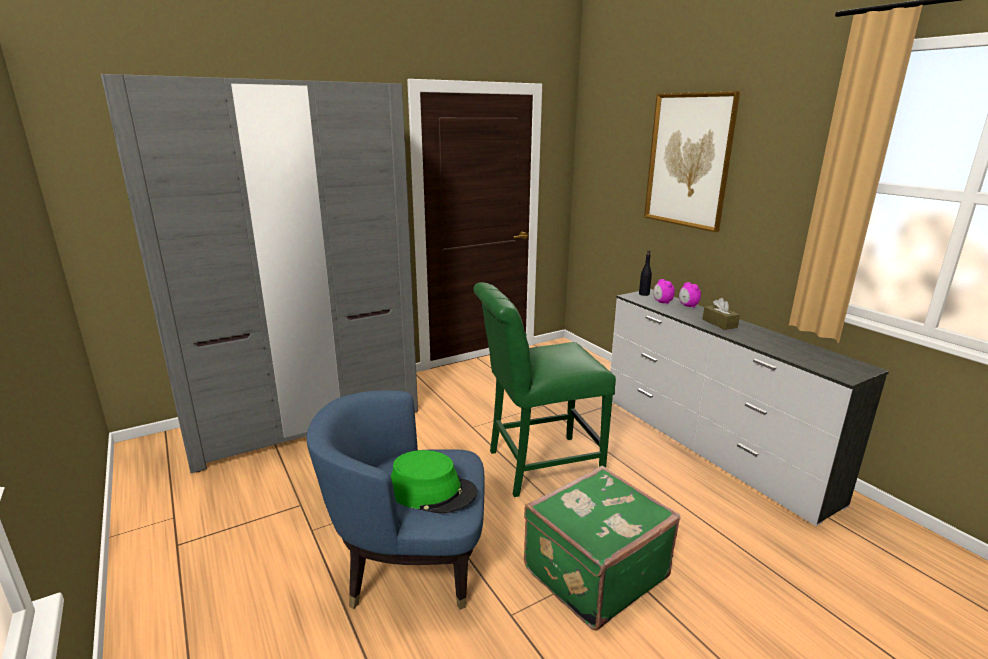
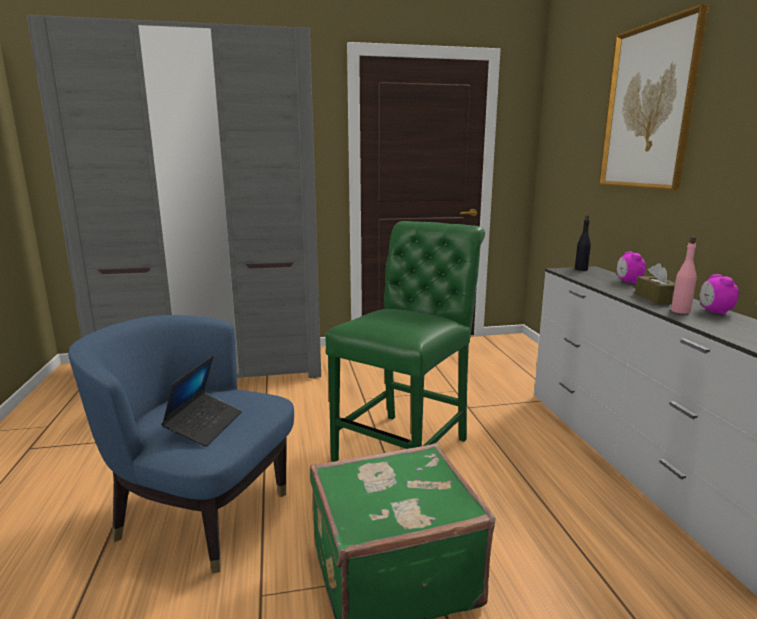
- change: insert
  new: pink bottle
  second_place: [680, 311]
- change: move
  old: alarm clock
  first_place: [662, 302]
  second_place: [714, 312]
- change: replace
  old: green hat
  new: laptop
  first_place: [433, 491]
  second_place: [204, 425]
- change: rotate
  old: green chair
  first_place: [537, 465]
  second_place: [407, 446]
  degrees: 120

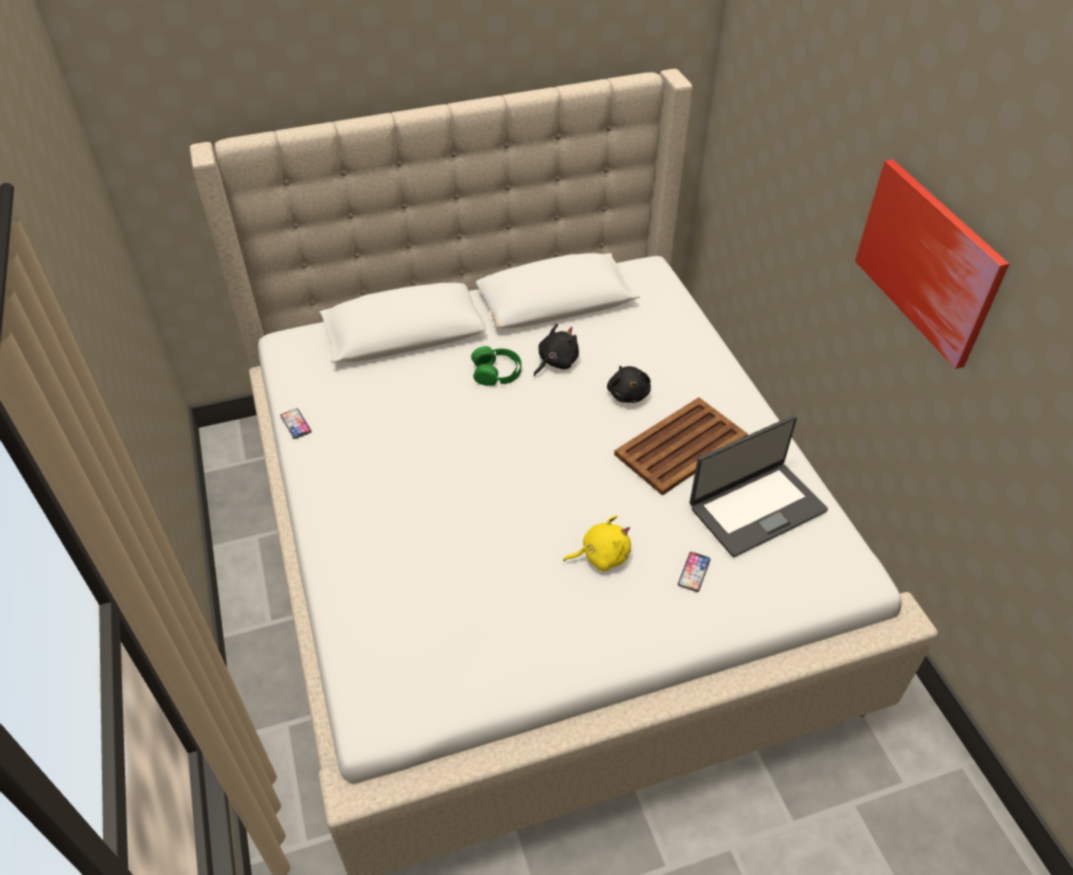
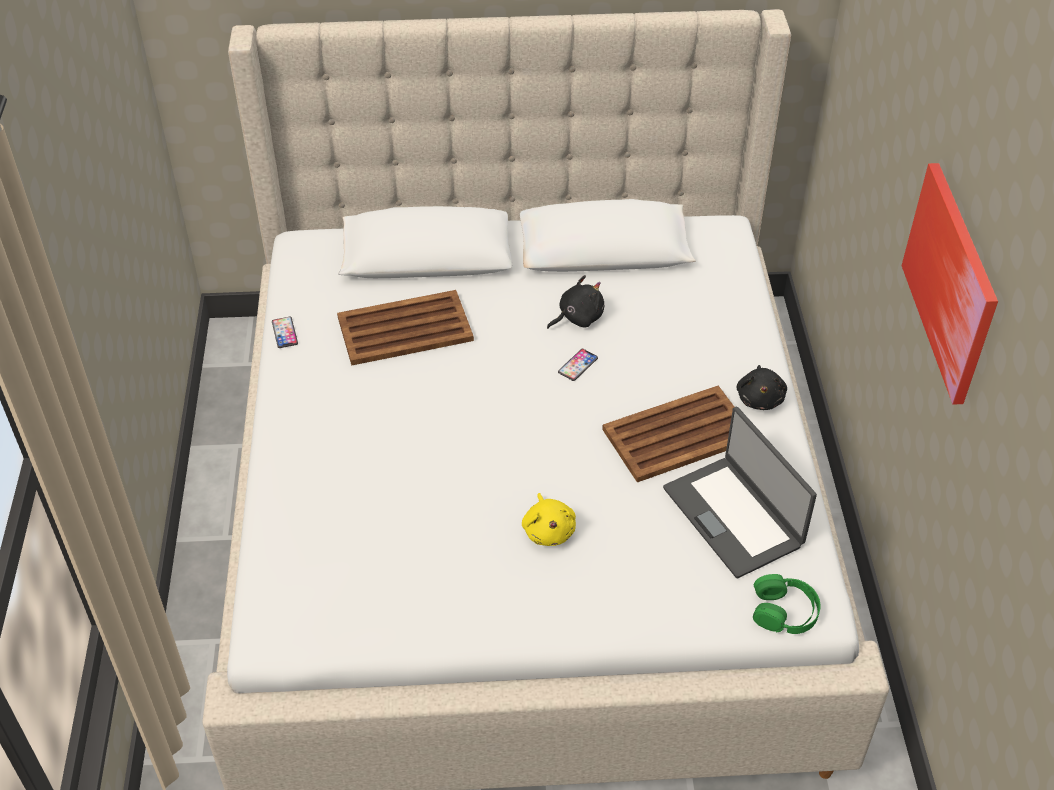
- change: insert
  new: brown tray
  second_place: [403, 329]
- change: move
  old: green headphones
  first_place: [497, 372]
  second_place: [784, 611]
- change: move
  old: black plush toy
  first_place: [628, 393]
  second_place: [760, 398]
- change: move
  old: phone
  first_place: [694, 572]
  second_place: [578, 365]
- change: rotate
  old: yellow plush toy
  first_place: [601, 555]
  second_place: [548, 530]
  degrees: 75
- change: rotate
  old: laptop
  first_place: [756, 508]
  second_place: [734, 516]
  degrees: 75

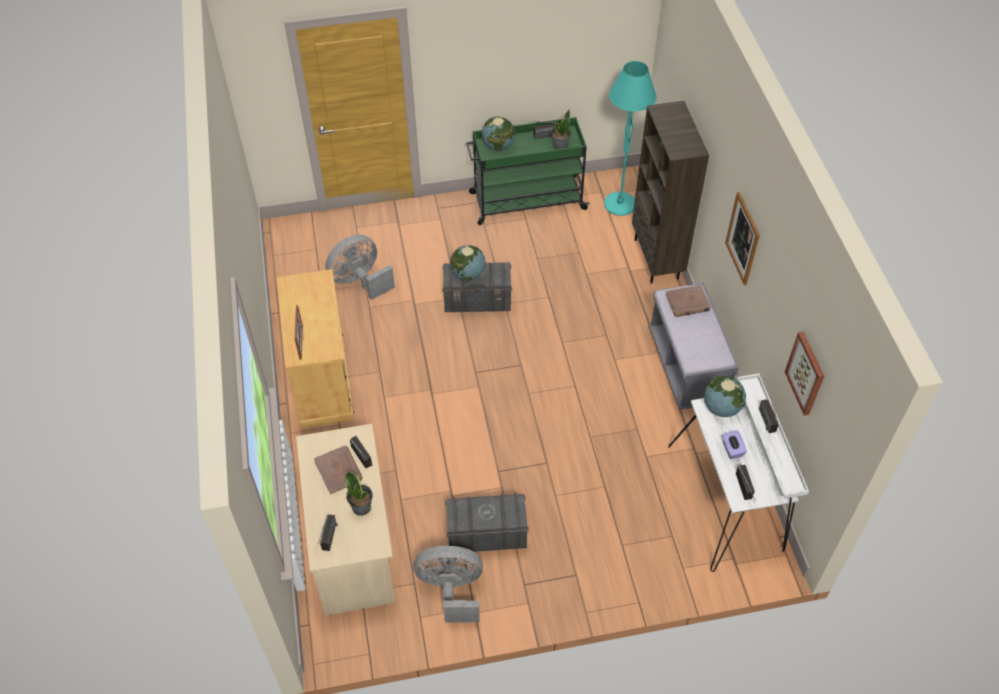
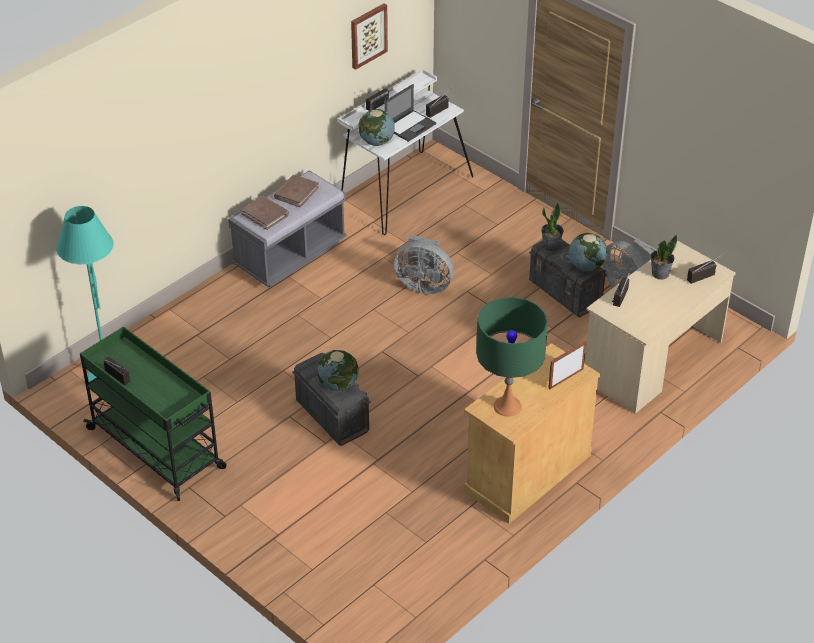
- change: delete
  old: brown bookcase
  first_place: [657, 259]
- change: delete
  old: picture
  first_place: [743, 238]
- change: insert
  new: green table lamp
  second_place: [507, 406]
- change: move
  old: brown book
  first_place: [339, 471]
  second_place: [296, 192]
- change: move
  old: grey fan
  first_place: [360, 281]
  second_place: [424, 285]
- change: move
  old: globe
  first_place: [498, 146]
  second_place: [586, 266]
- change: move
  old: potted plant
  first_place: [560, 146]
  second_place: [551, 246]
- change: replace
  old: purple tissue box
  new: laptop
  first_place: [732, 449]
  second_place: [410, 126]

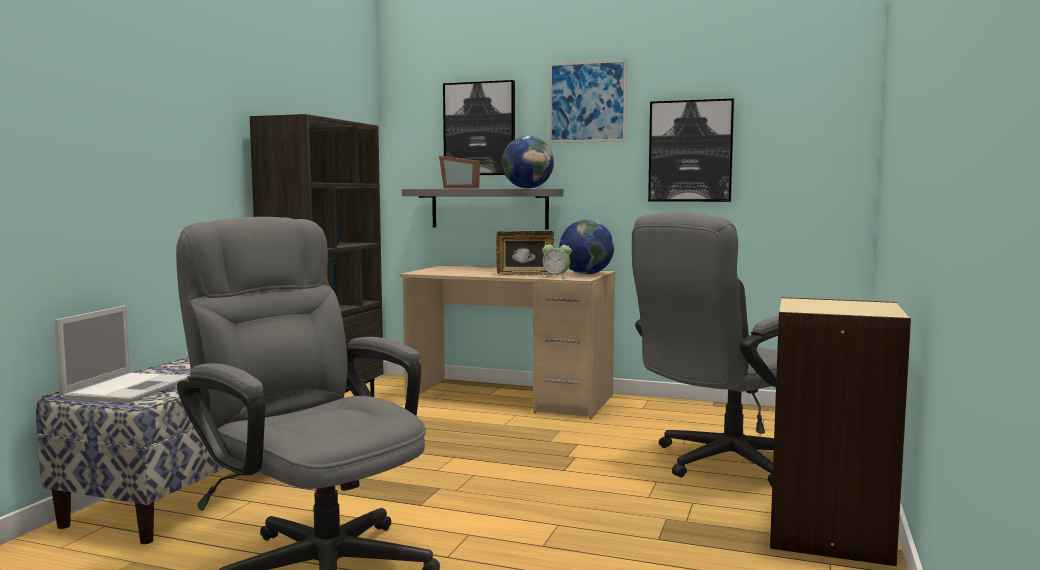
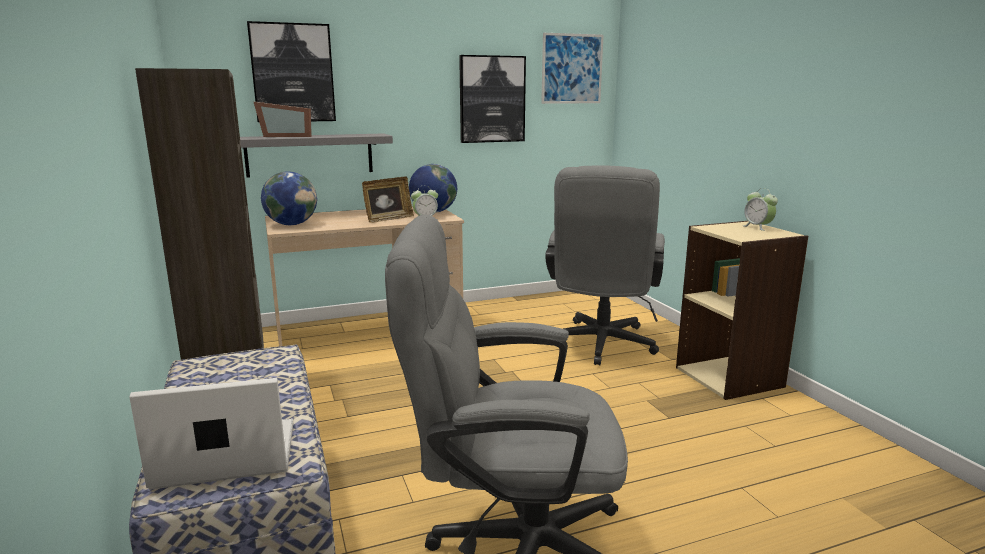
- change: insert
  new: alarm clock
  second_place: [758, 227]
- change: move
  old: globe
  first_place: [527, 188]
  second_place: [291, 224]
- change: move
  old: picture
  first_place: [587, 102]
  second_place: [572, 69]
- change: rotate
  old: laptop
  first_place: [129, 388]
  second_place: [224, 456]
  degrees: -75

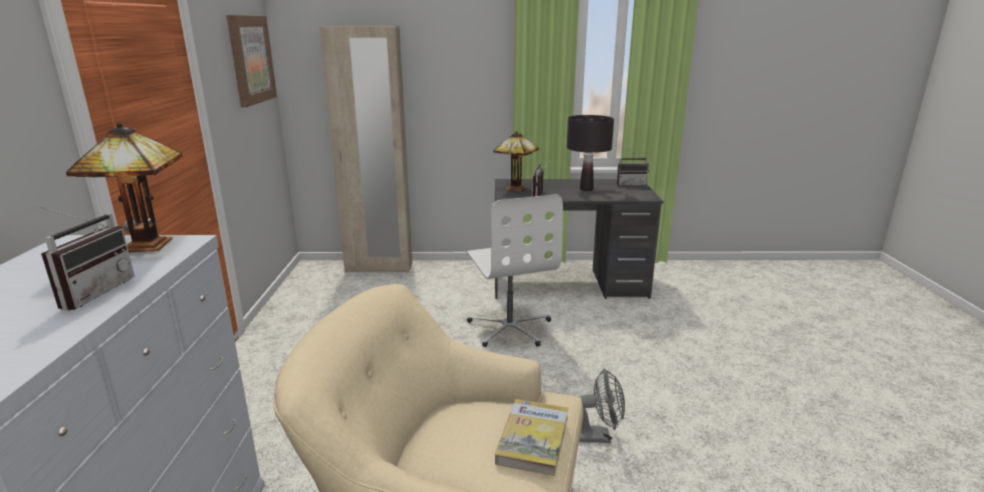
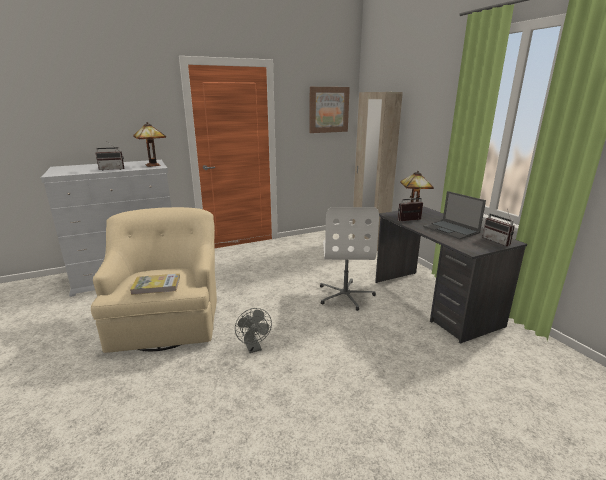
- change: replace
  old: black table lamp
  new: laptop
  first_place: [586, 189]
  second_place: [451, 230]
- change: rotate
  old: white office chair
  first_place: [510, 327]
  second_place: [345, 295]
  degrees: -45

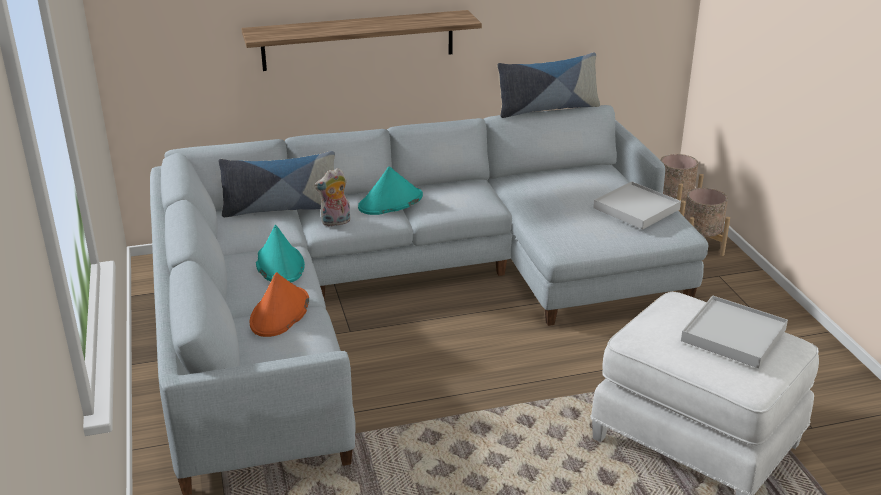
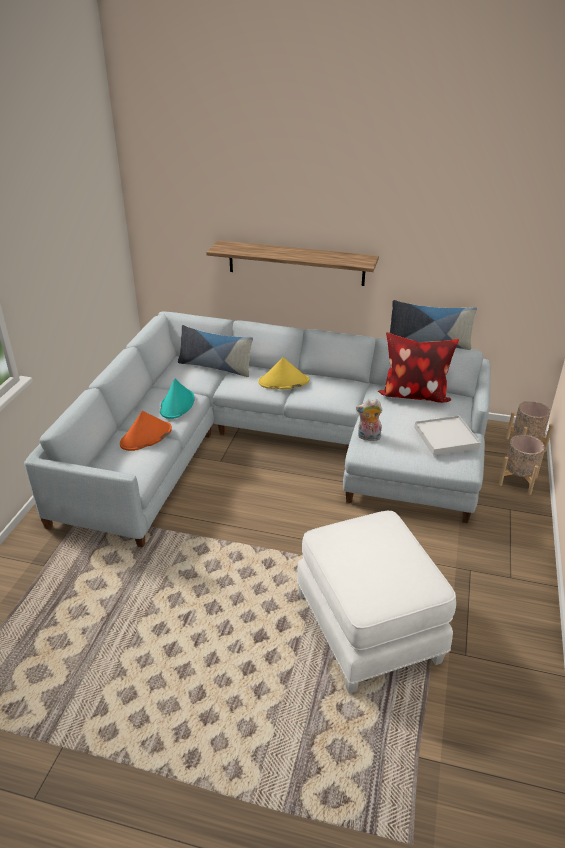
- change: delete
  old: white tray
  first_place: [733, 335]
- change: insert
  new: pillow
  second_place: [414, 395]
- change: move
  old: plush toy
  first_place: [335, 222]
  second_place: [368, 437]
- change: recolor
  old: turquoise hat
  new: yellow hat
  first_place: [390, 202]
  second_place: [283, 382]

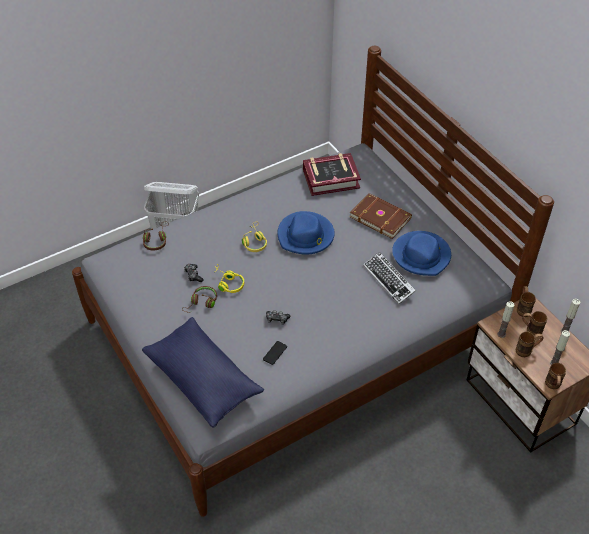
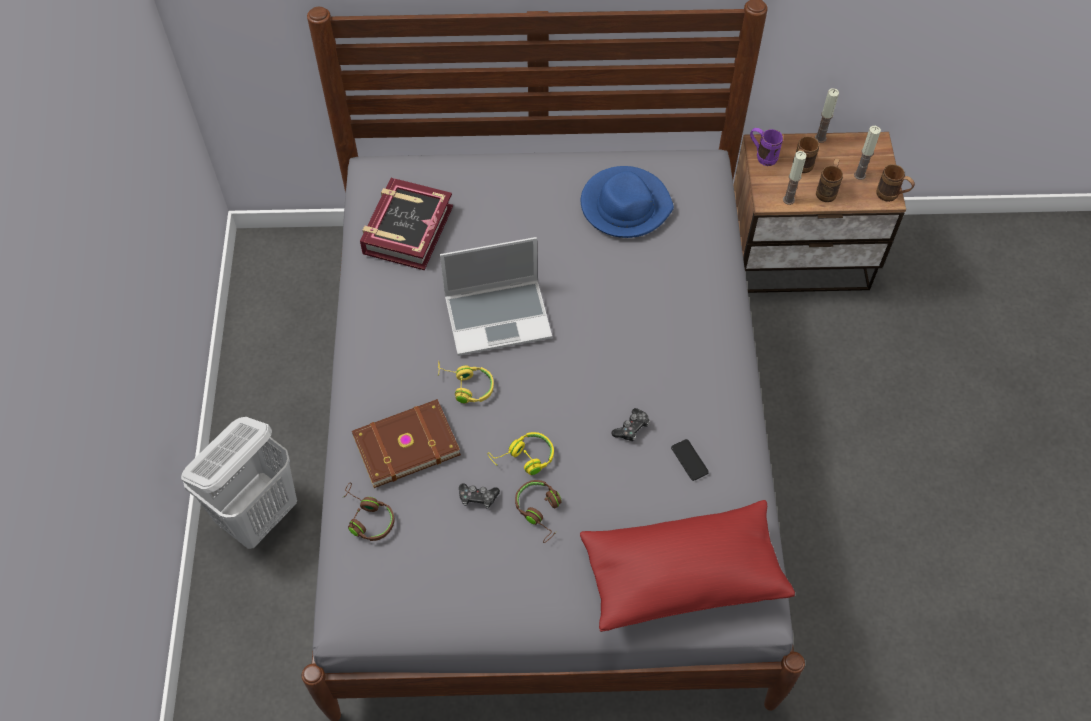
- change: delete
  old: keyboard
  first_place: [389, 280]
- change: move
  old: brown book
  first_place: [380, 217]
  second_place: [405, 443]
- change: replace
  old: blue hat
  new: laptop
  first_place: [305, 236]
  second_place: [499, 316]
- change: recolor
  old: blue pillow
  new: red pillow
  first_place: [203, 380]
  second_place: [682, 575]
- change: recolor
  old: brown mug
  new: purple mug
  first_place: [523, 308]
  second_place: [762, 156]

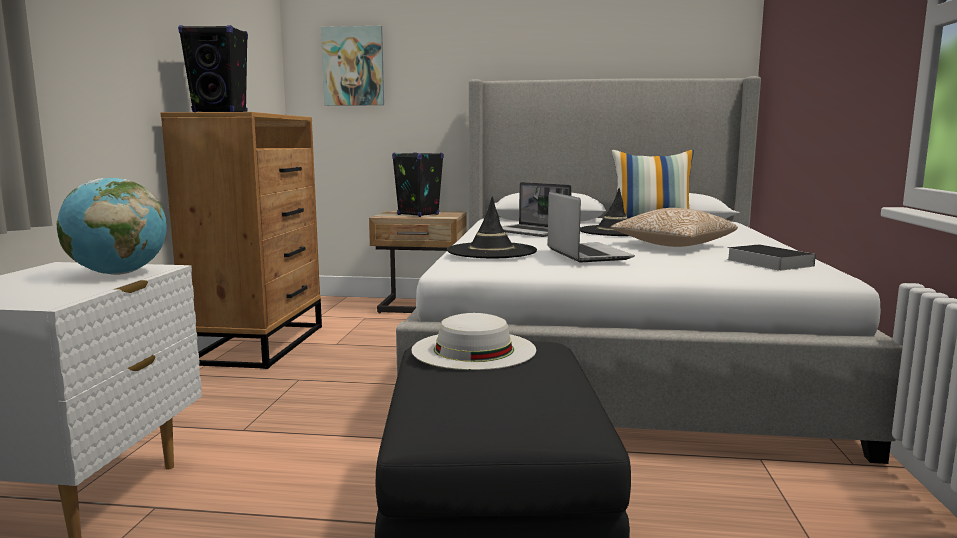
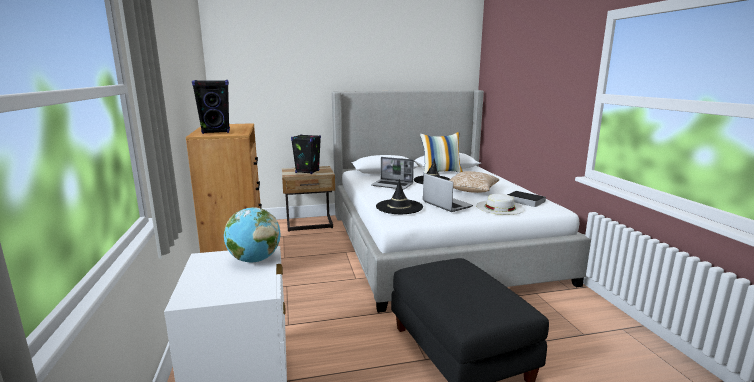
- change: delete
  old: picture
  first_place: [353, 66]
- change: move
  old: white hat
  first_place: [473, 349]
  second_place: [499, 207]

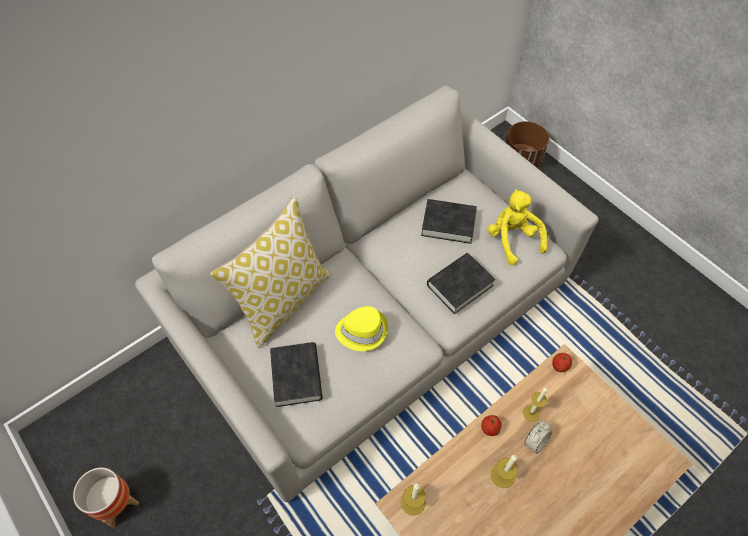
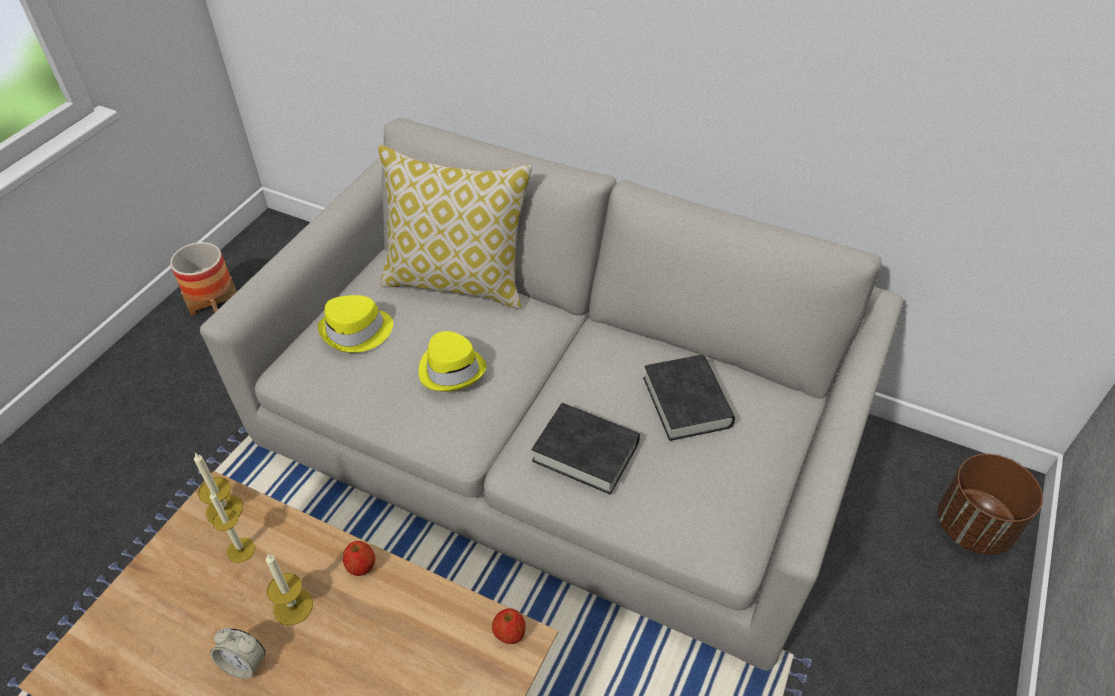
- change: delete
  old: yellow plush toy
  first_place: [512, 239]
- change: move
  old: candle
  first_place: [531, 412]
  second_place: [241, 550]
- change: move
  old: alarm clock
  first_place: [535, 442]
  second_place: [244, 663]
- change: replace
  old: black book
  new: yellow hat
  first_place: [296, 376]
  second_place: [357, 332]

